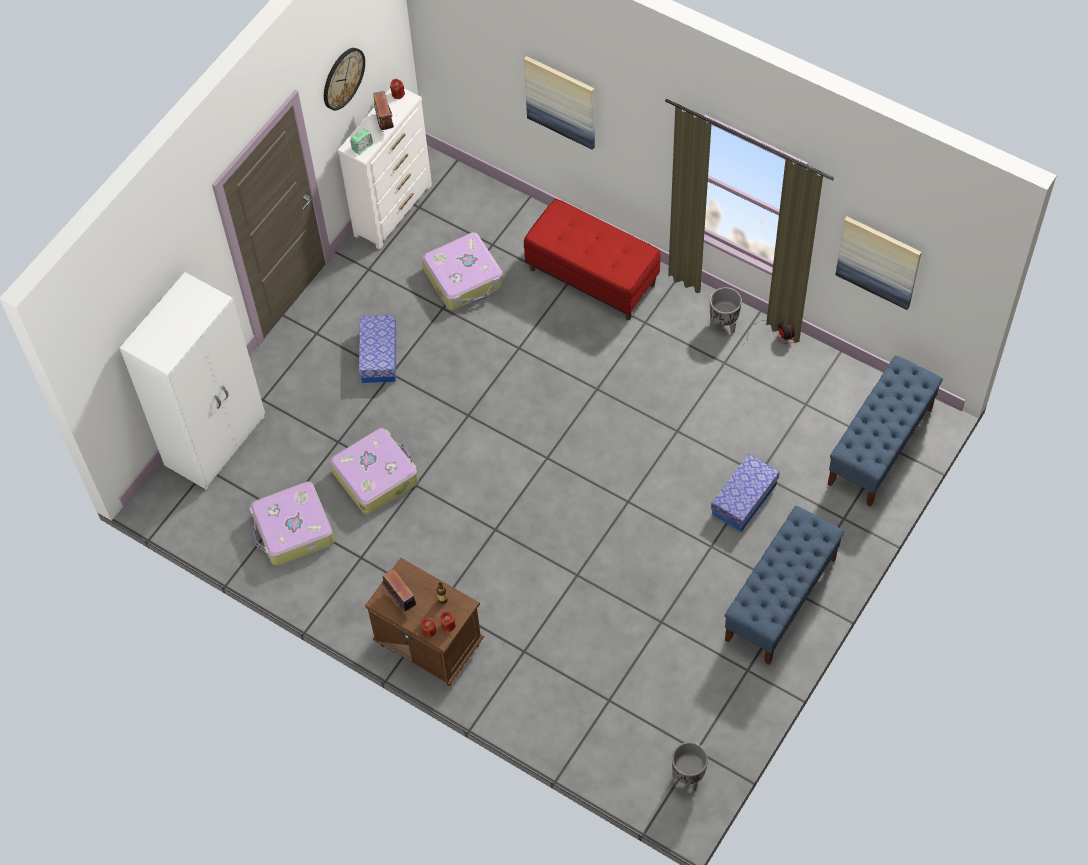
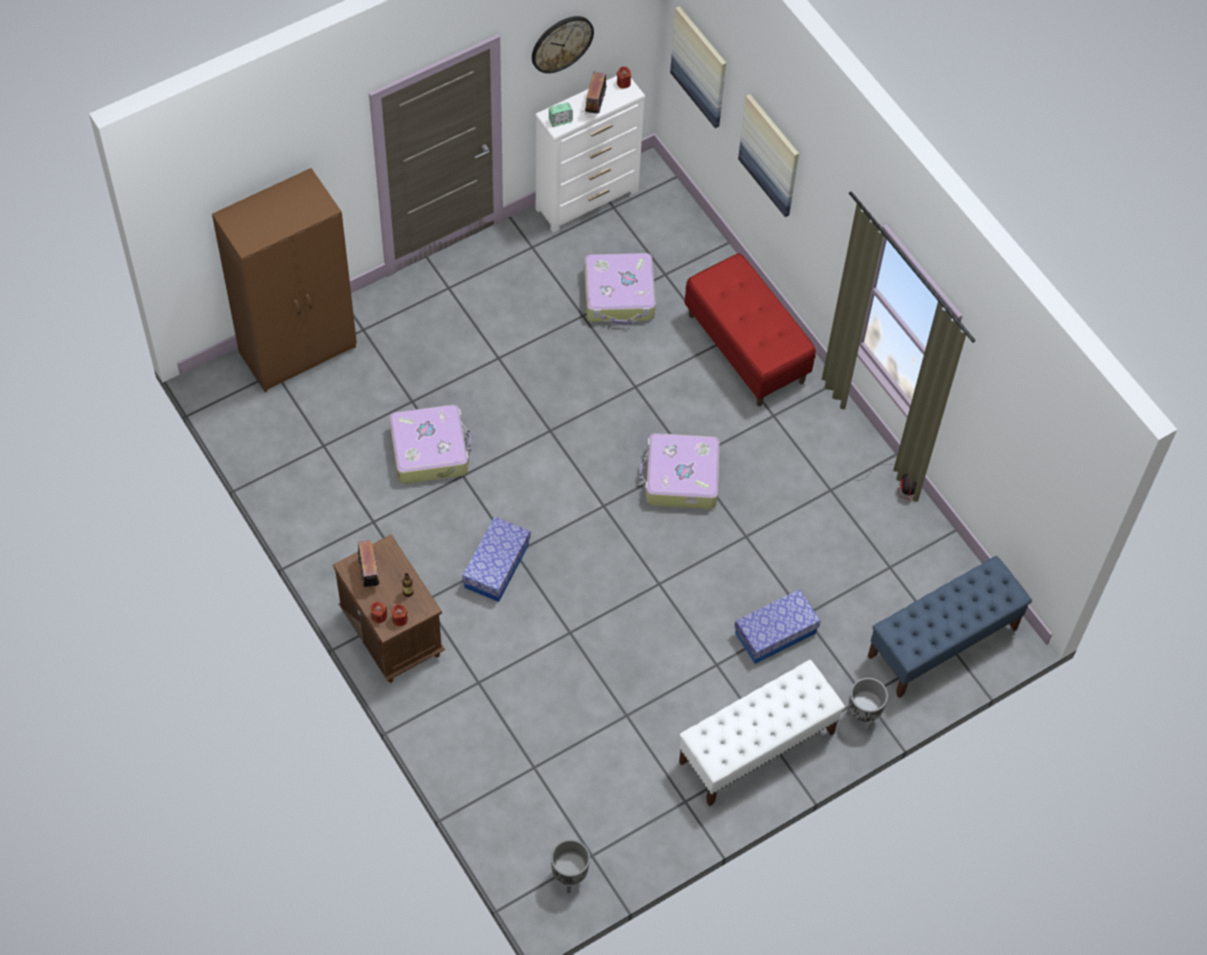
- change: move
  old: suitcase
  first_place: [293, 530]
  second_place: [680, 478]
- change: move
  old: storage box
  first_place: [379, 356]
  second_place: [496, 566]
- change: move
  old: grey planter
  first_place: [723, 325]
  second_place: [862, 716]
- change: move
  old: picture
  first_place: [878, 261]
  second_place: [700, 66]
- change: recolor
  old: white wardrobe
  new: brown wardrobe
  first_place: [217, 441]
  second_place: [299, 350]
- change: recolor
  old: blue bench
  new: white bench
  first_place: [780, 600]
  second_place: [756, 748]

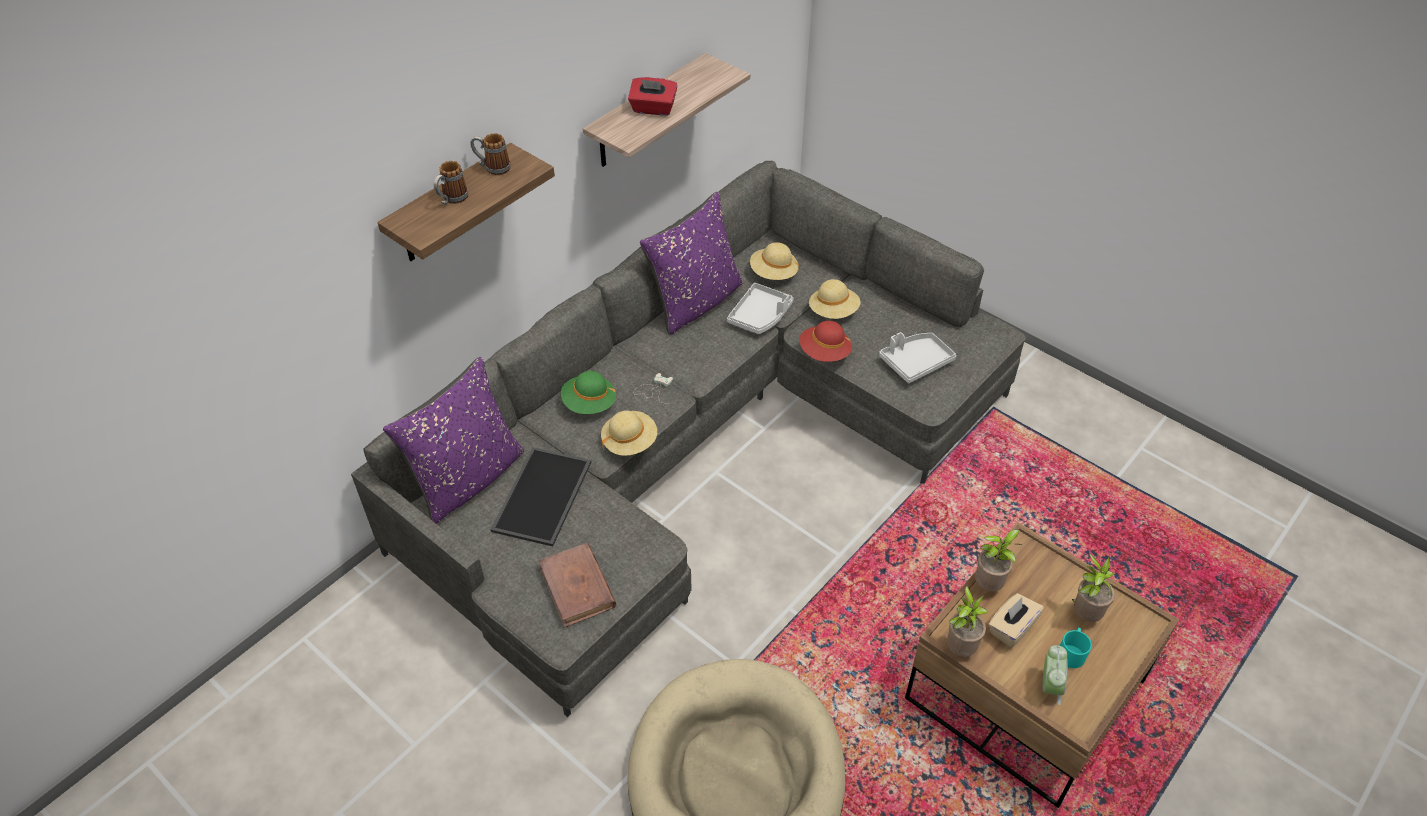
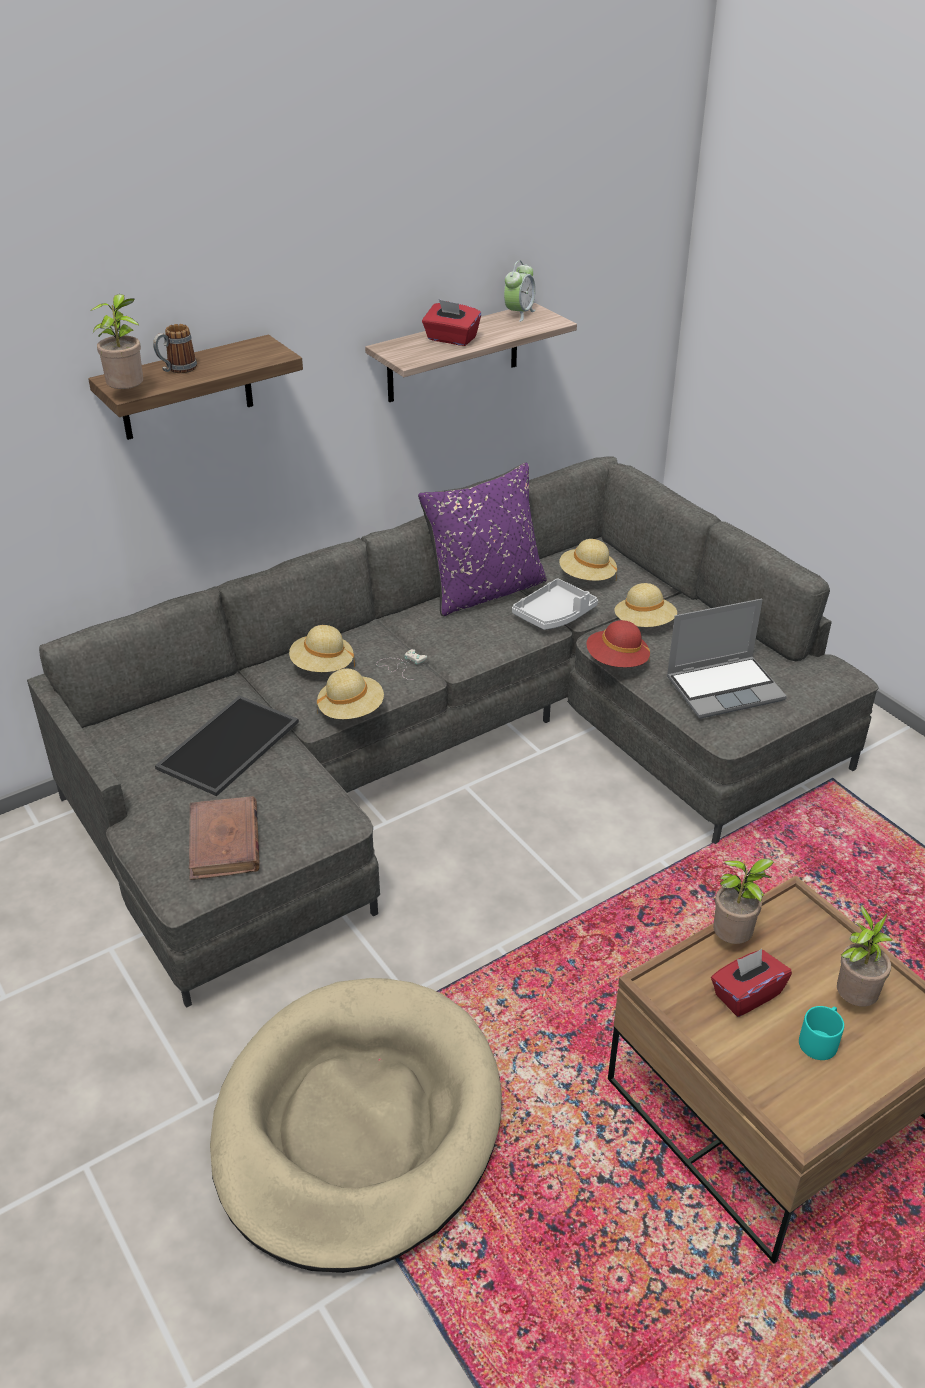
- change: delete
  old: purple pillow
  first_place: [468, 479]
- change: delete
  old: mug
  first_place: [492, 167]
- change: move
  old: potted plant
  first_place: [959, 648]
  second_place: [129, 395]
- change: move
  old: alarm clock
  first_place: [1049, 686]
  second_place: [519, 314]
- change: replace
  old: grey tray
  new: laptop
  first_place: [915, 362]
  second_place: [725, 688]
- change: recolor
  old: green hat
  new: beige hat
  first_place: [589, 404]
  second_place: [322, 666]
- change: recolor
  old: beige tissue box
  new: red tissue box
  first_place: [1011, 628]
  second_place: [746, 994]

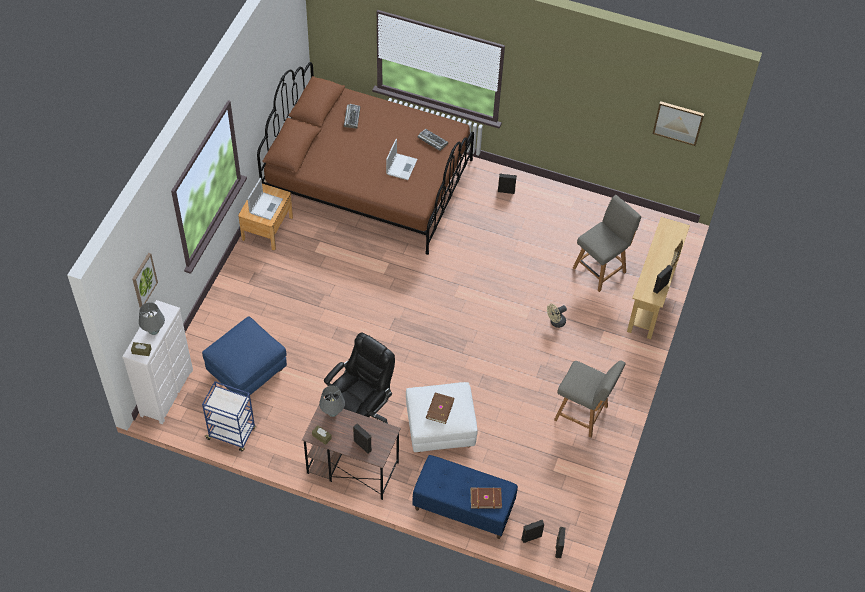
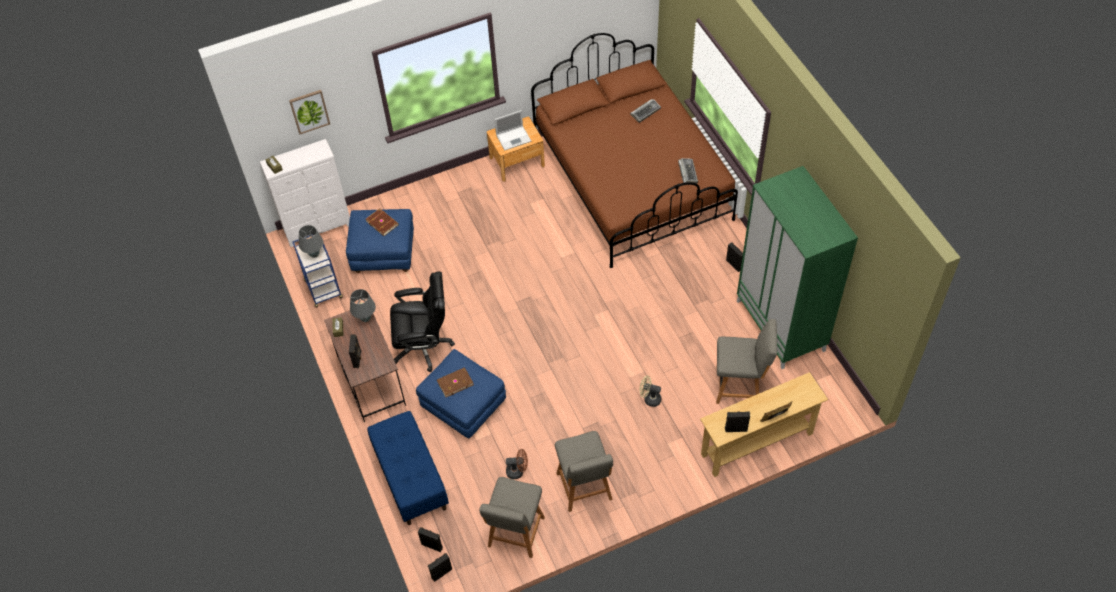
- change: delete
  old: laptop
  first_place: [401, 166]
- change: delete
  old: picture
  first_place: [678, 122]
- change: insert
  new: grey chair
  second_place: [515, 534]
- change: insert
  new: brown fan
  second_place: [518, 471]
- change: insert
  new: green wardrobe
  second_place: [781, 326]
- change: move
  old: grey table lamp
  first_place: [154, 332]
  second_place: [314, 254]
- change: move
  old: brown book
  first_place: [485, 498]
  second_place: [382, 222]
- change: recolor
  old: white ottoman
  new: blue ottoman
  first_place: [440, 429]
  second_place: [463, 406]

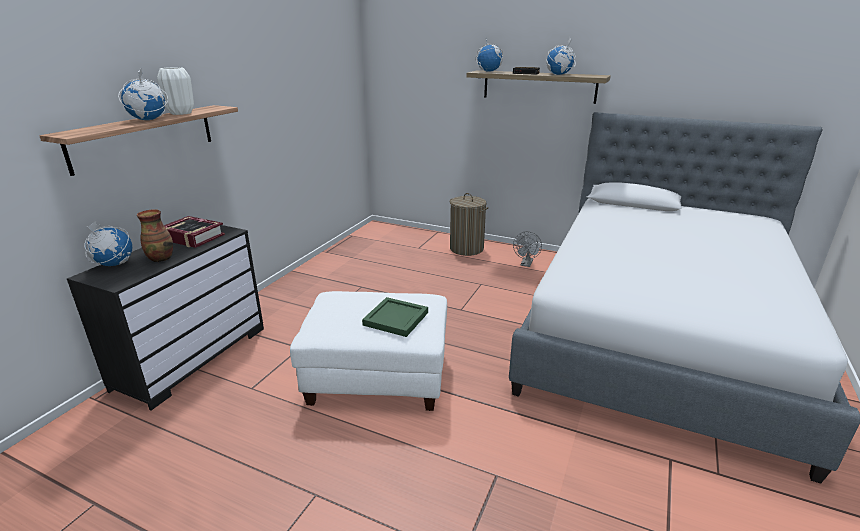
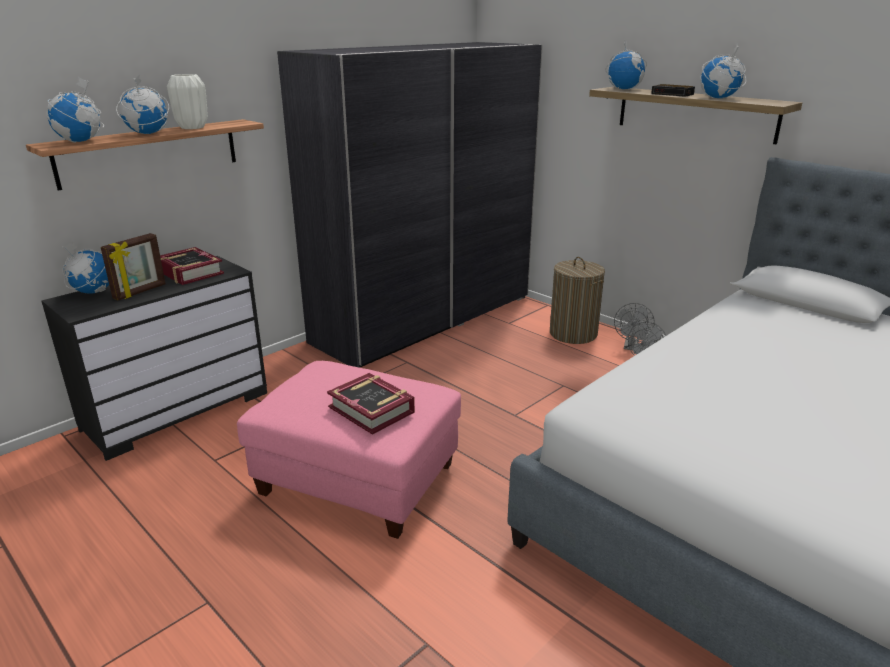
- change: insert
  new: globe
  second_place: [80, 141]
- change: insert
  new: grey wardrobe
  second_place: [424, 318]
- change: insert
  new: grey fan
  second_place: [631, 347]
- change: replace
  old: vase
  new: picture frame
  first_place: [161, 258]
  second_place: [140, 292]
- change: replace
  old: green tray
  new: book
  first_place: [397, 318]
  second_place: [372, 409]
- change: recolor
  old: white ottoman
  new: pink ottoman
  first_place: [377, 378]
  second_place: [356, 480]

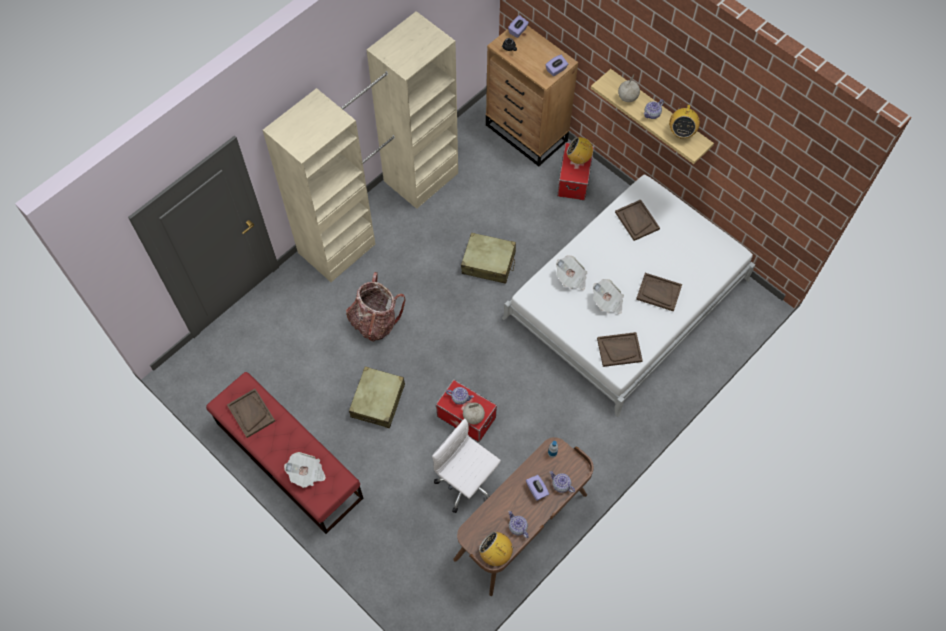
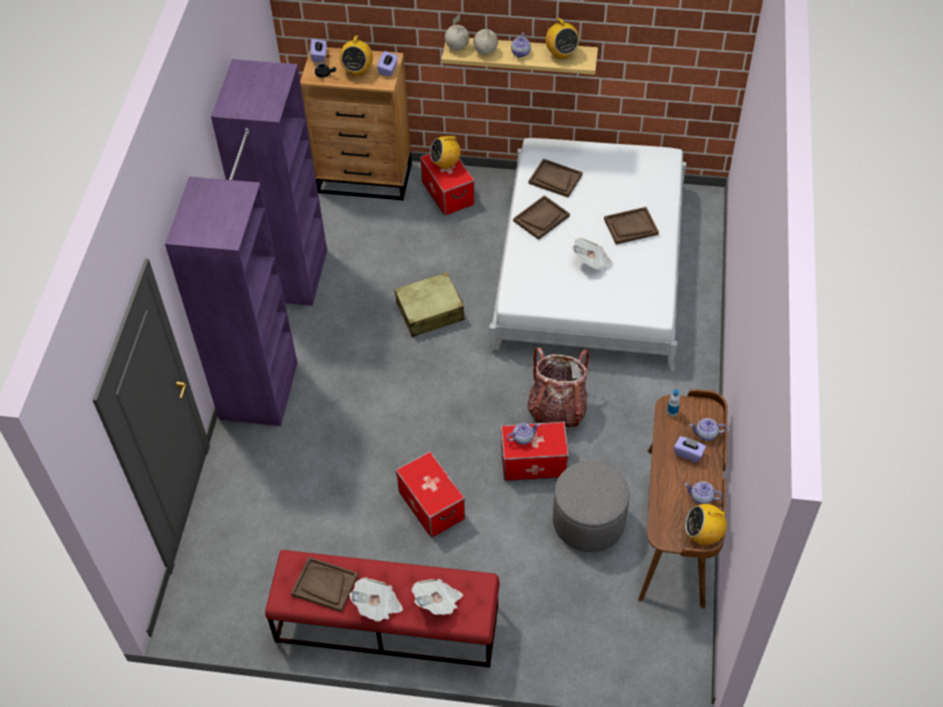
- change: insert
  new: radio
  second_place: [357, 70]
- change: move
  old: backpack
  first_place: [374, 321]
  second_place: [557, 408]
- change: move
  old: globe
  first_place: [473, 417]
  second_place: [456, 47]
- change: move
  old: newspaper
  first_place: [571, 278]
  second_place: [377, 606]
- change: move
  old: brown tray
  first_place: [619, 350]
  second_place: [541, 218]
- change: replace
  old: beige suitcase
  new: storage box
  first_place: [378, 401]
  second_place: [431, 505]
- change: replace
  old: white office chair
  new: grey ottoman
  first_place: [467, 483]
  second_place: [588, 521]
- change: recolor
  old: beige wardrobe
  new: purple wardrobe
  first_place: [380, 211]
  second_place: [275, 330]

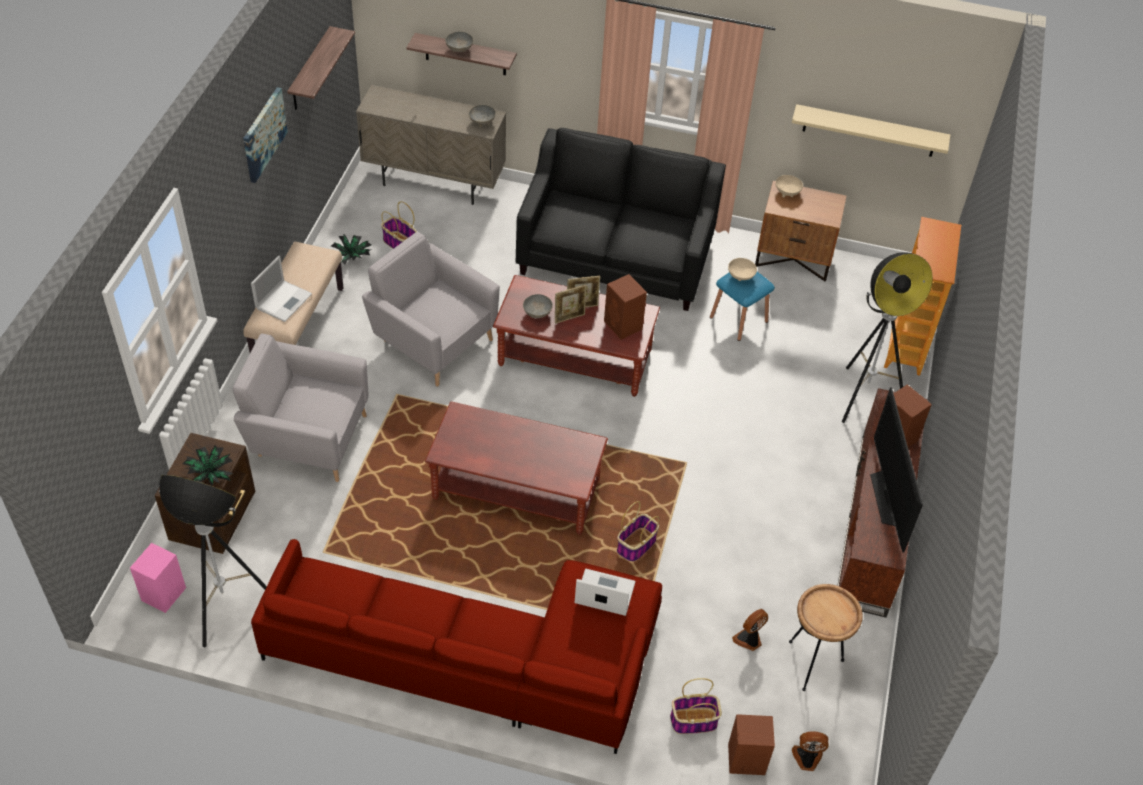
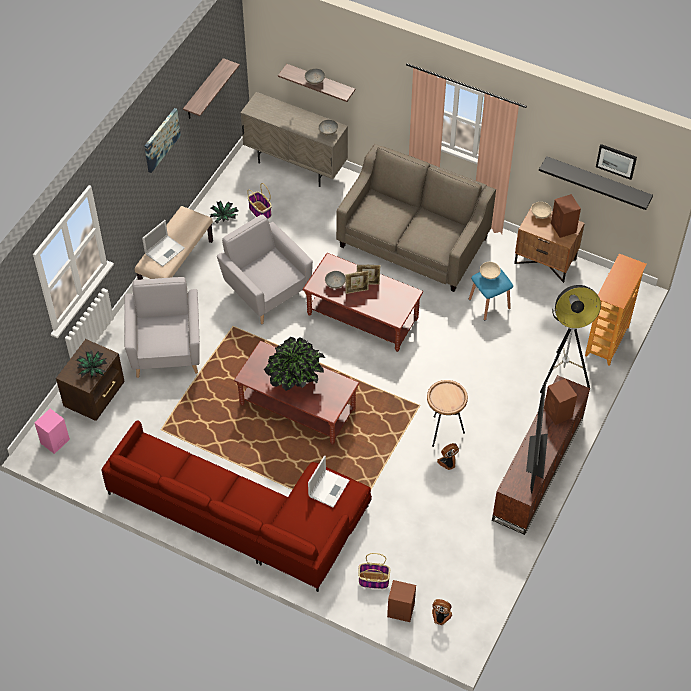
- change: delete
  old: floor lamp
  first_place: [225, 608]
- change: delete
  old: basket
  first_place: [636, 546]
- change: insert
  new: potted plant
  second_place: [296, 381]
- change: insert
  new: picture
  second_place: [616, 161]
- change: move
  old: brown speaker
  first_place: [623, 326]
  second_place: [563, 228]
- change: move
  old: fan
  first_place: [749, 640]
  second_place: [448, 463]
- change: move
  old: brown side table
  first_place: [812, 664]
  second_place: [443, 431]
- change: recolor
  old: black sofa
  new: beige sofa
  first_place: [616, 257]
  second_place: [413, 242]
- change: recolor
  old: beige shelf
  new: black shelf
  first_place: [869, 131]
  second_place: [597, 182]
- change: rotate
  old: grey armchair
  first_place: [308, 438]
  second_place: [166, 349]
  degrees: 60
- change: rotate
  old: laptop
  first_place: [603, 593]
  second_place: [329, 487]
  degrees: 90

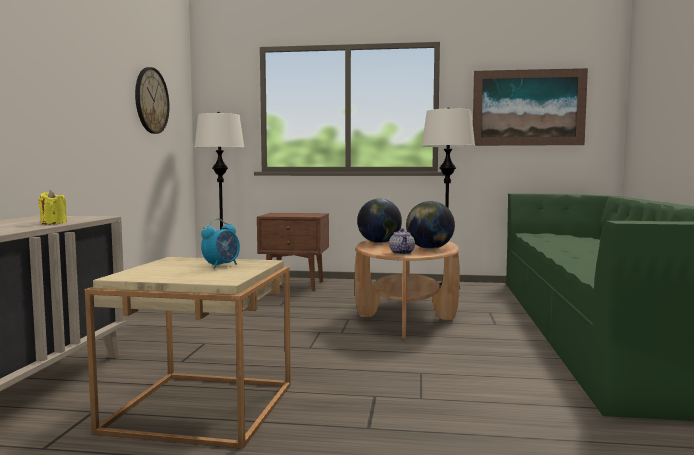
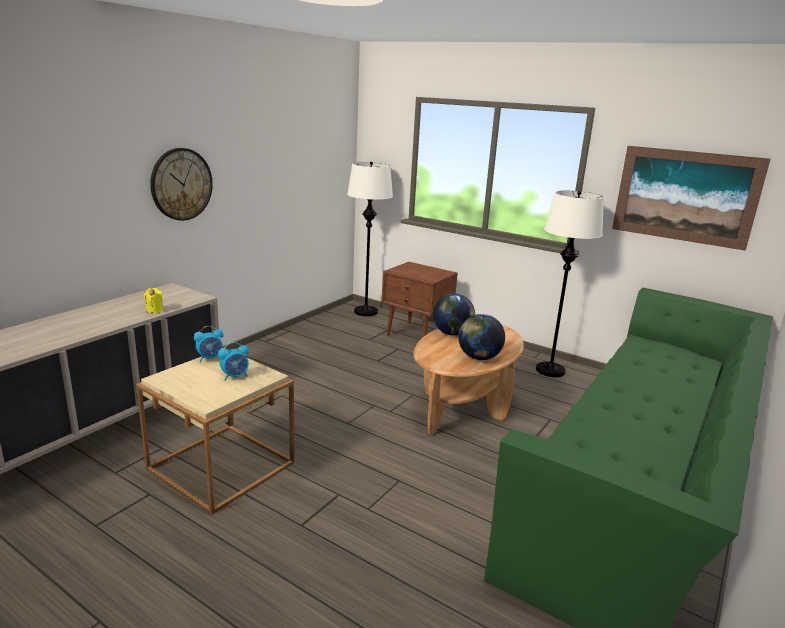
- change: delete
  old: teapot
  first_place: [402, 253]
- change: insert
  new: alarm clock
  second_place: [210, 358]
- change: move
  old: wall clock
  first_place: [151, 100]
  second_place: [181, 184]

